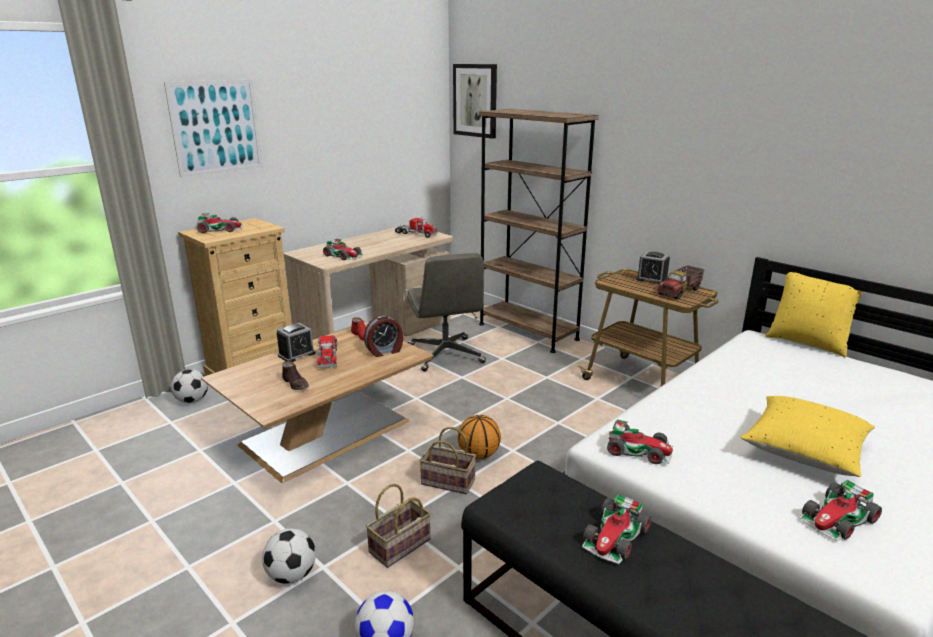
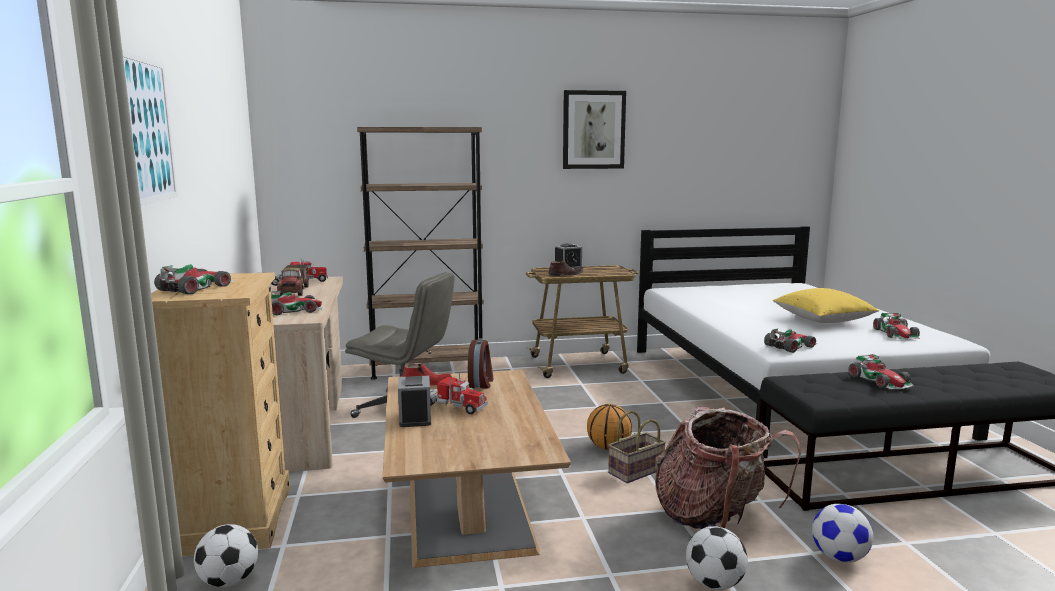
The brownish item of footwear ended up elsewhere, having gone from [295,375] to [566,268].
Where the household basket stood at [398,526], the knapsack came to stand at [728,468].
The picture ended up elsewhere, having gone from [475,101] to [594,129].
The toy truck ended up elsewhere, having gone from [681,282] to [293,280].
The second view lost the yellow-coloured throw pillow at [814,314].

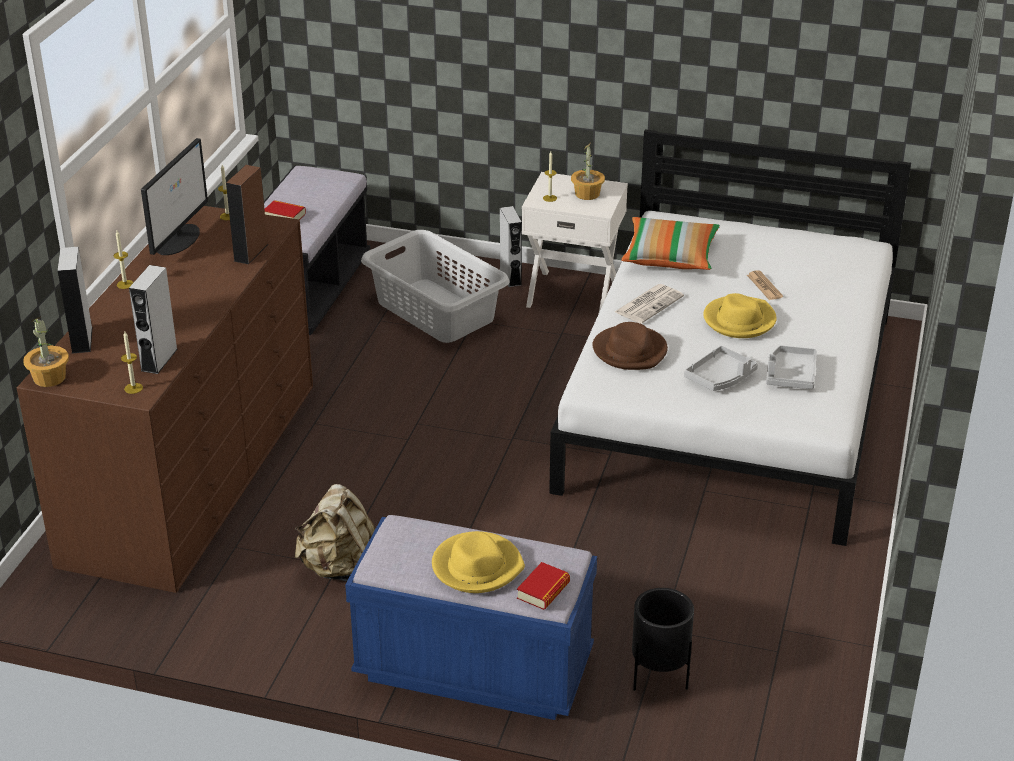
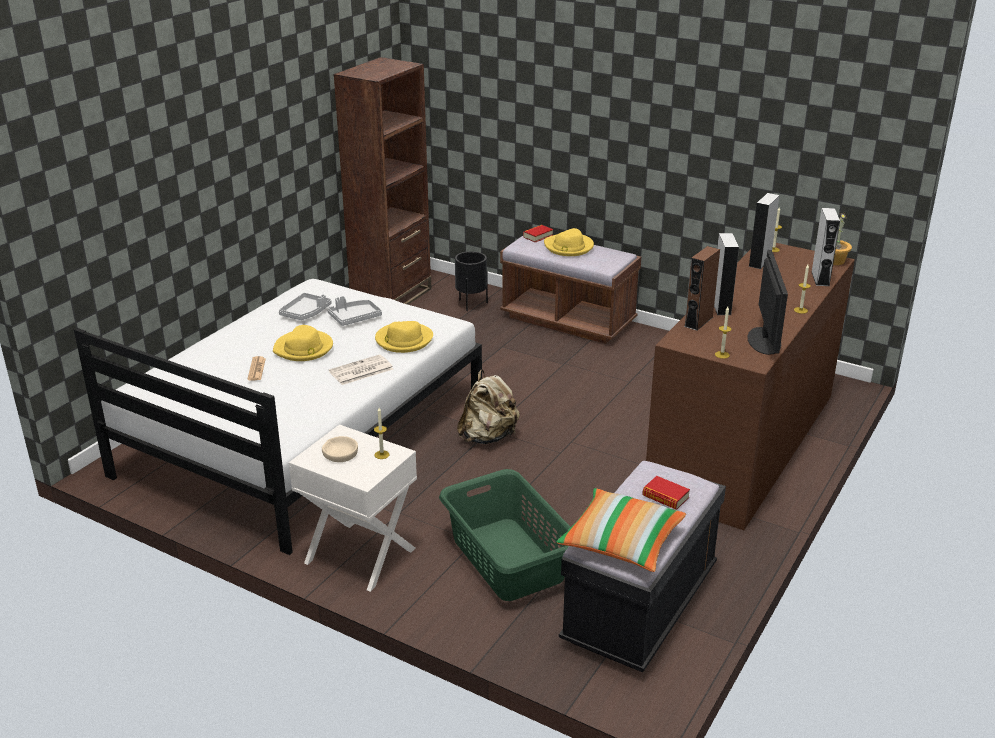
The computer display at [174,196] ended up facing another way, 150 degrees clockwise from before.
The sand-coloured knapsack ended up elsewhere, having gone from [335,532] to [488,407].
What was the bluish indoor bench at [471,617] turned into the brownish indoor bench at [570,290].
What was the greyish washing basket at [435,286] turned into the greenish washing basket at [505,535].
The greyish loudspeaker ended up elsewhere, having gone from [511,246] to [726,274].
Where the houseplant stood at [588,172], the sand-coloured bowl came to stand at [340,449].
What was the brownish wearable hat at [630,346] turned into the yellow-coloured wearable hat at [404,337].
The throw pillow ended up elsewhere, having gone from [670,243] to [621,530].
The second view gained the brownish bookcase at [382,181].

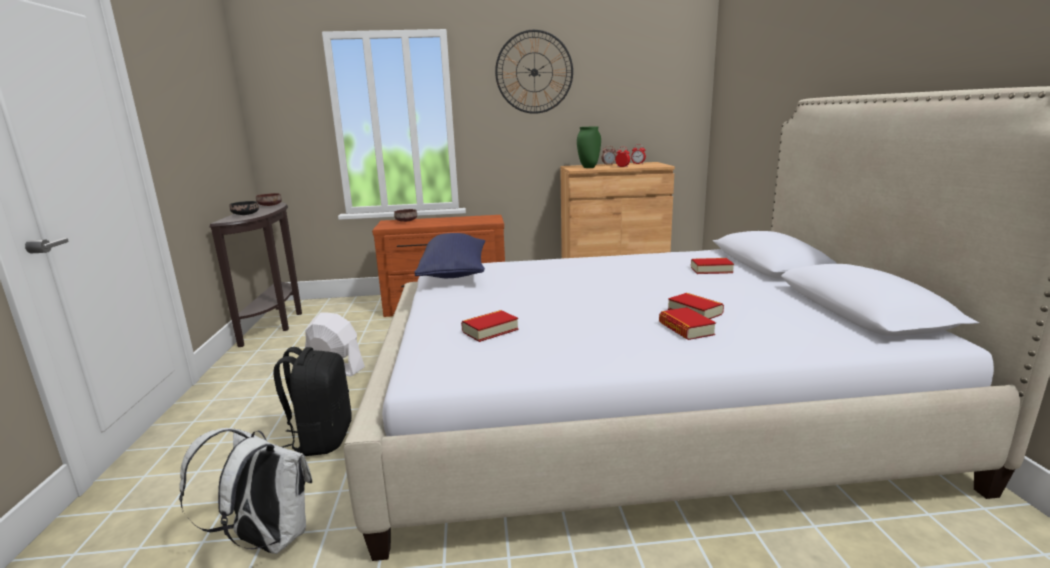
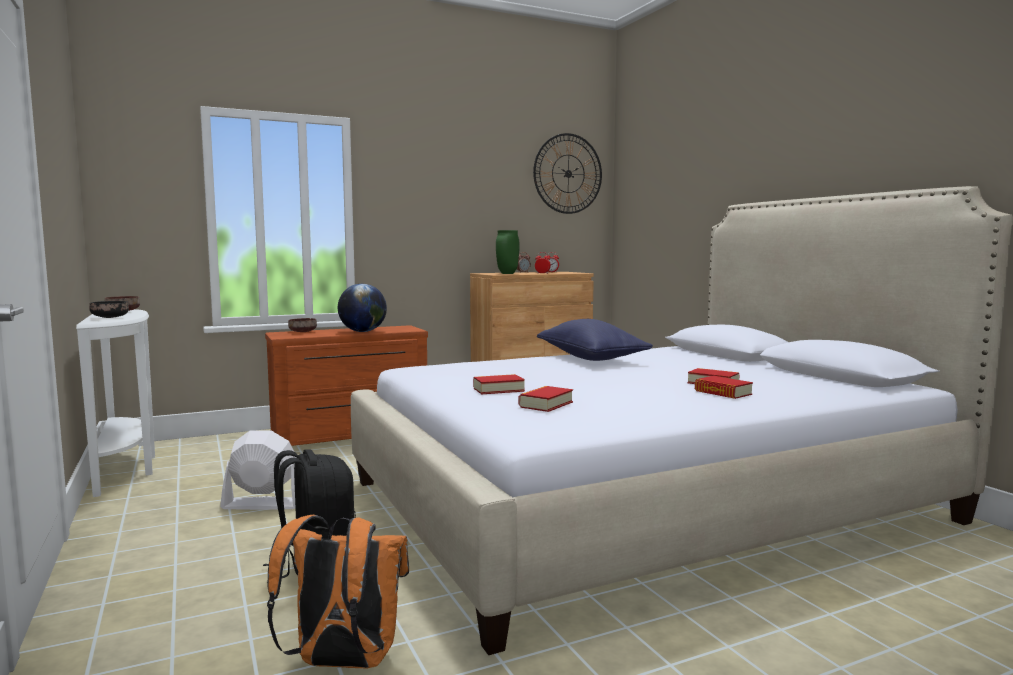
What was the whitish knapsack at [245,491] turned into the orange knapsack at [338,591].
What was the brownish narrow table at [255,274] turned into the whitish narrow table at [115,403].
The bluish throw pillow ended up elsewhere, having gone from [450,255] to [595,340].
The clock on the wall ended up elsewhere, having gone from [534,72] to [567,173].
The book ended up elsewhere, having gone from [712,266] to [499,384].
The second view gained the desk globe at [362,308].

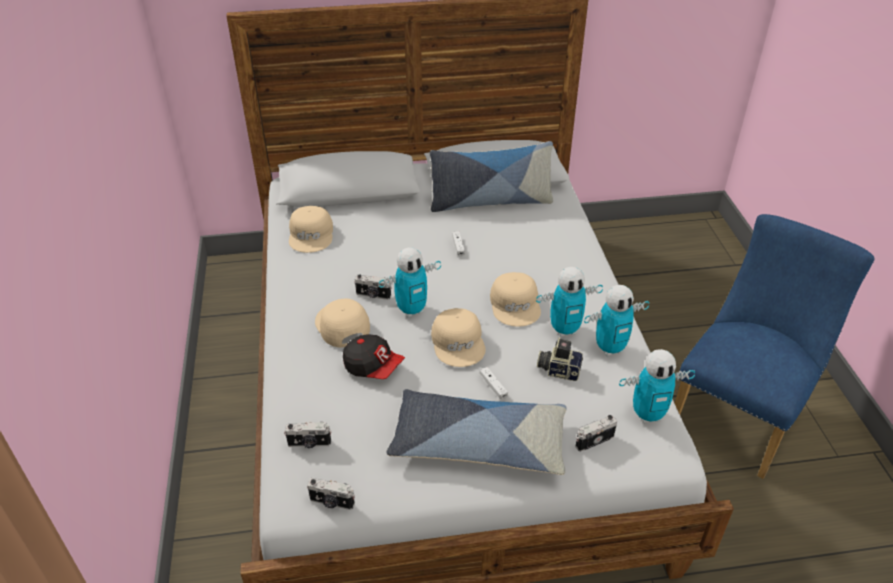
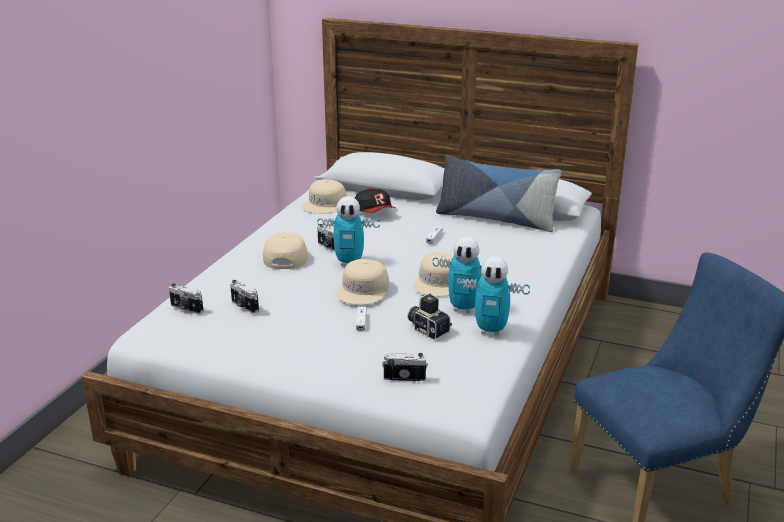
The still camera ended up elsewhere, having gone from [331,494] to [244,296].
The baseball cap ended up elsewhere, having gone from [374,356] to [375,200].
The second view lost the throw pillow at [476,432].
The second view lost the robot figure at [657,386].

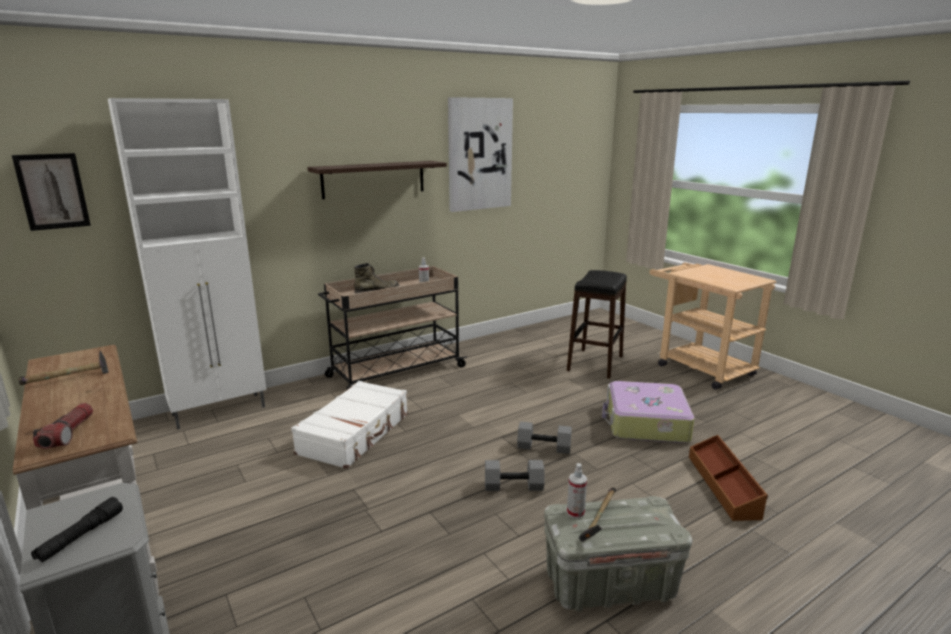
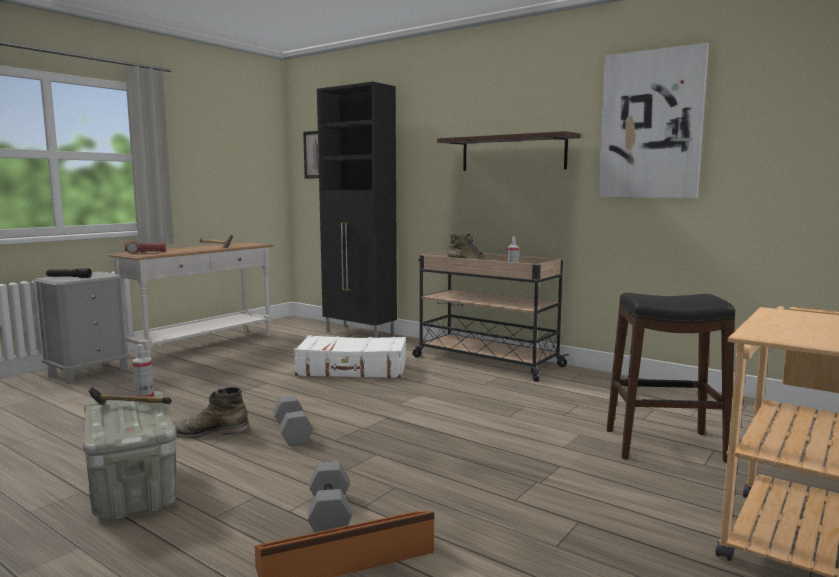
What was the whitish cupboard at [187,264] turned into the black cupboard at [357,210].
The greyish hand weight ended up elsewhere, having gone from [544,438] to [329,497].
The second view lost the piece of luggage at [648,412].
The second view gained the greenish high-top boot at [211,412].

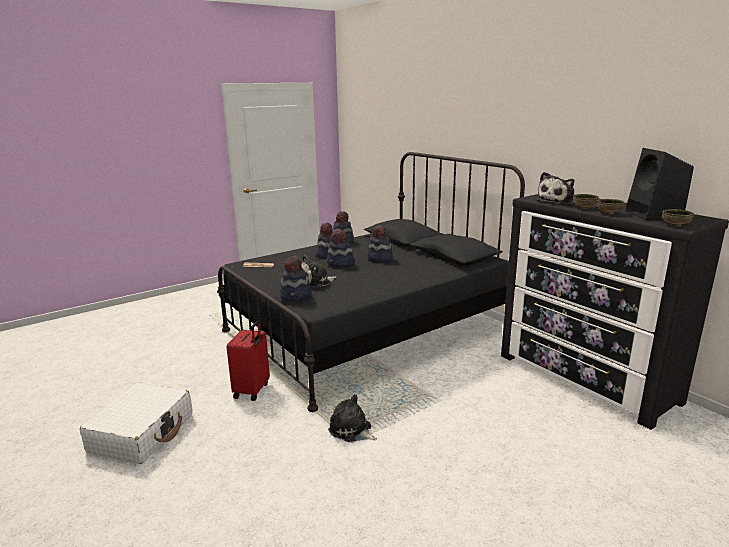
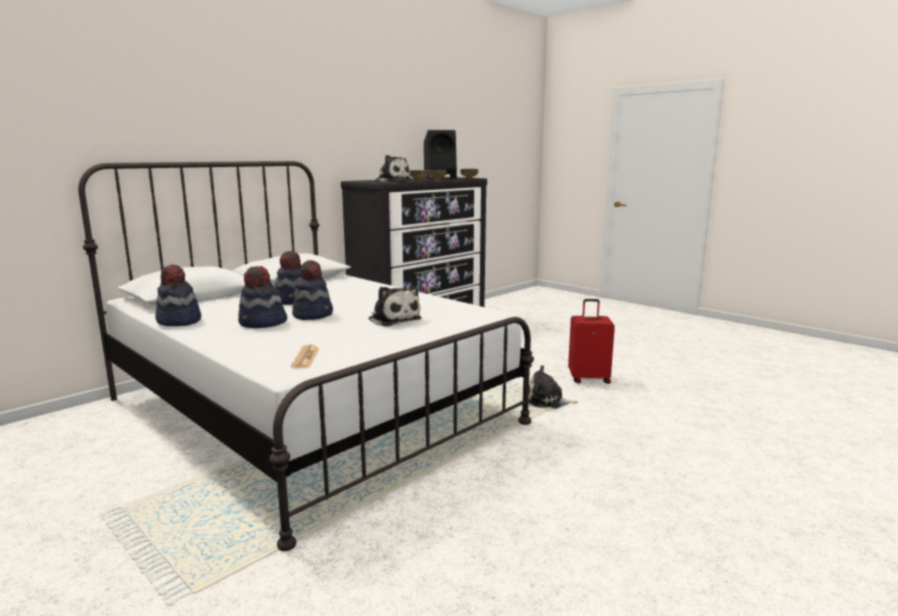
The second view lost the whitish piece of luggage at [136,423].
What was the black bedroom bed at [371,282] turned into the whitish bedroom bed at [306,356].
The red piece of luggage ended up elsewhere, having gone from [248,361] to [591,341].
The second view lost the wearable hat at [296,278].
The soft toy at [352,418] ended up facing another way, 75 degrees clockwise from before.

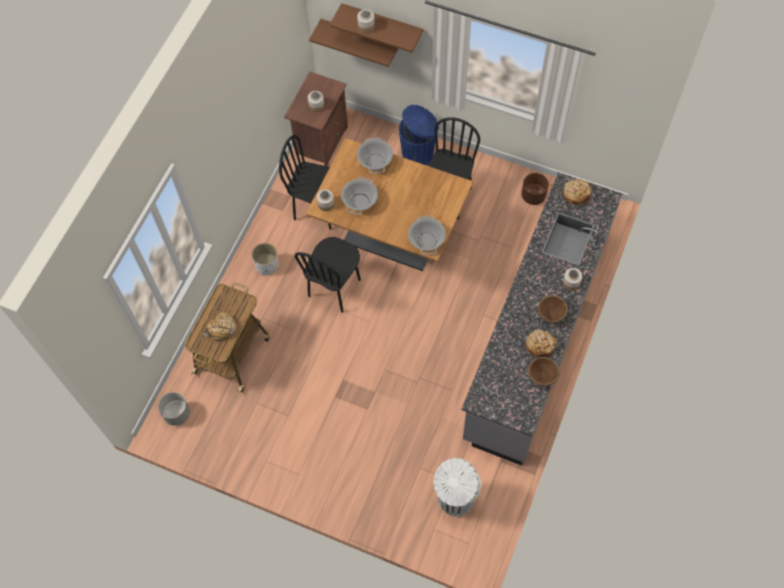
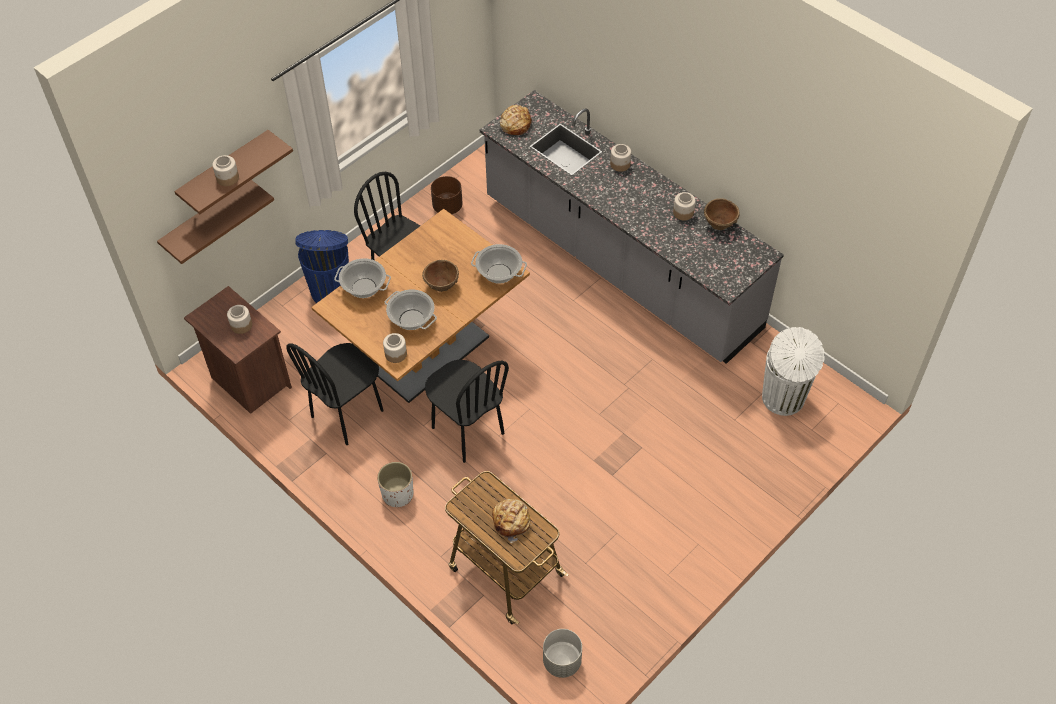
Where the bread stood at [541,343], the storage jar came to stand at [684,206].
The brownish bowl ended up elsewhere, having gone from [552,309] to [440,276].

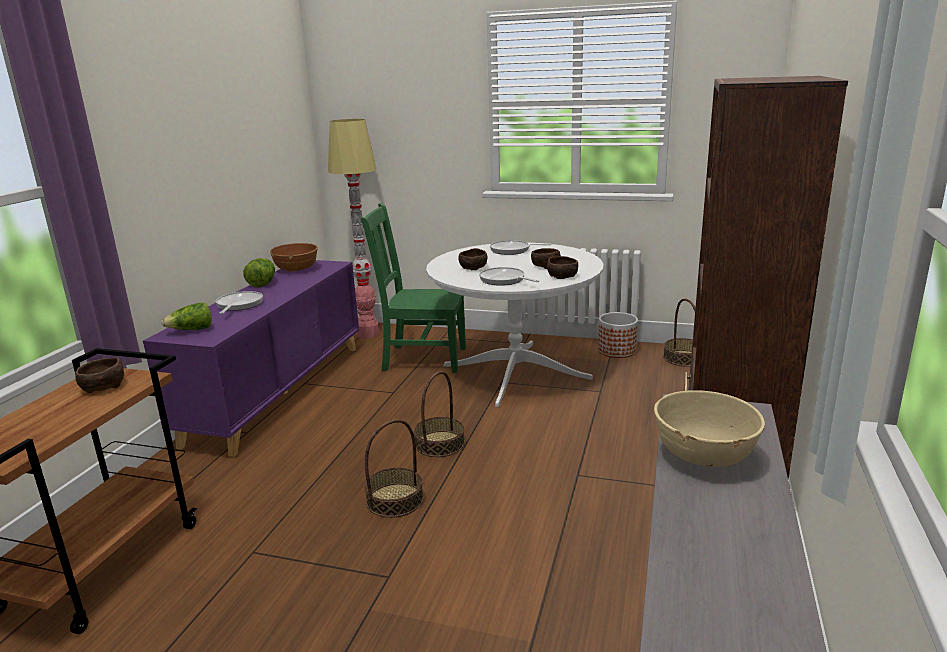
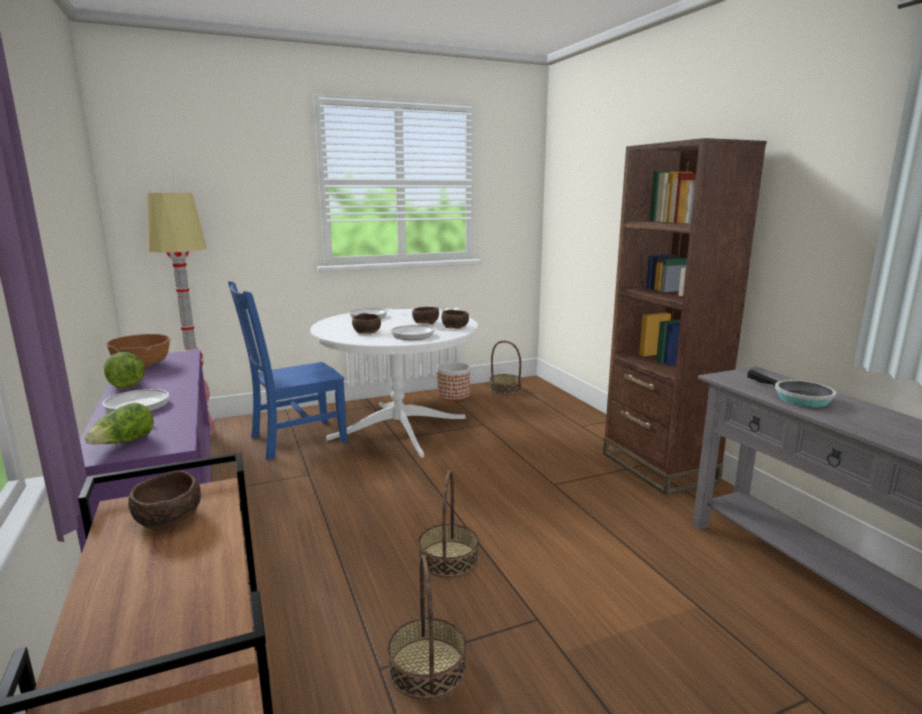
What was the greenish plain chair at [413,288] turned into the bluish plain chair at [288,370].
The household basket ended up elsewhere, having gone from [439,414] to [426,626].
Where the sand-coloured bowl stood at [709,428], the frying pan came to stand at [791,388].

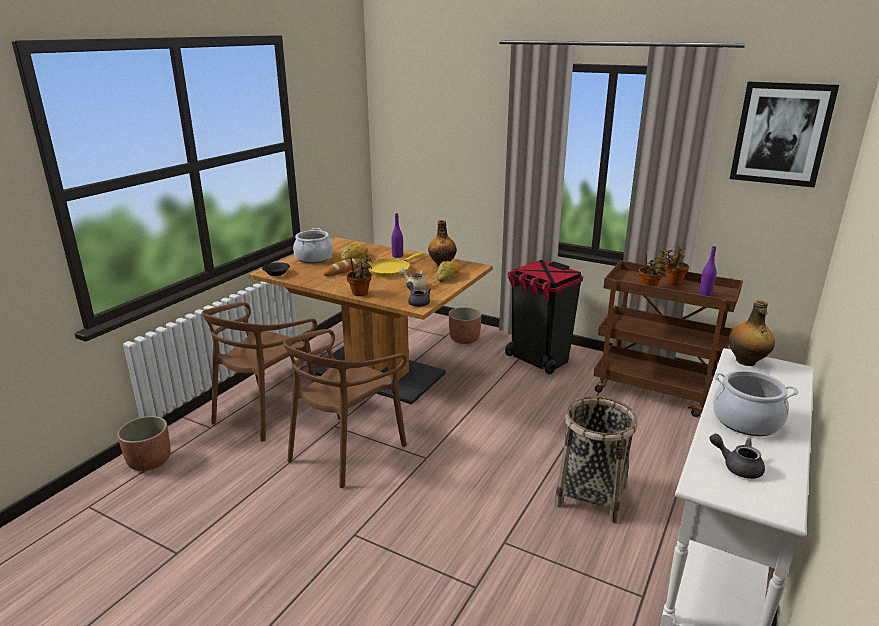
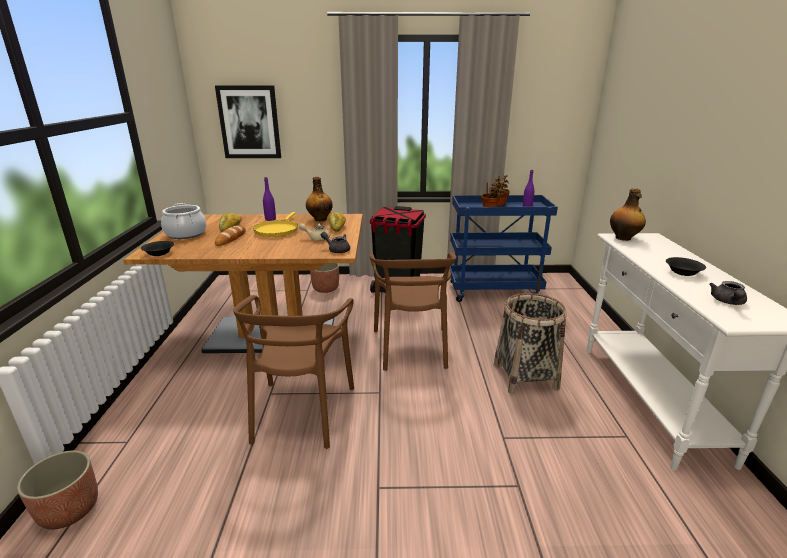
The brownish plain chair ended up elsewhere, having gone from [259,372] to [413,311].
The second view lost the houseplant at [360,274].
What was the brownish cart at [668,339] turned into the bluish cart at [504,248].
The greyish pot for tea at [737,456] ended up facing another way, 75 degrees counterclockwise from before.
Where the stockpot stood at [755,403], the black bowl came to stand at [686,266].
The picture ended up elsewhere, having gone from [784,134] to [248,121].

